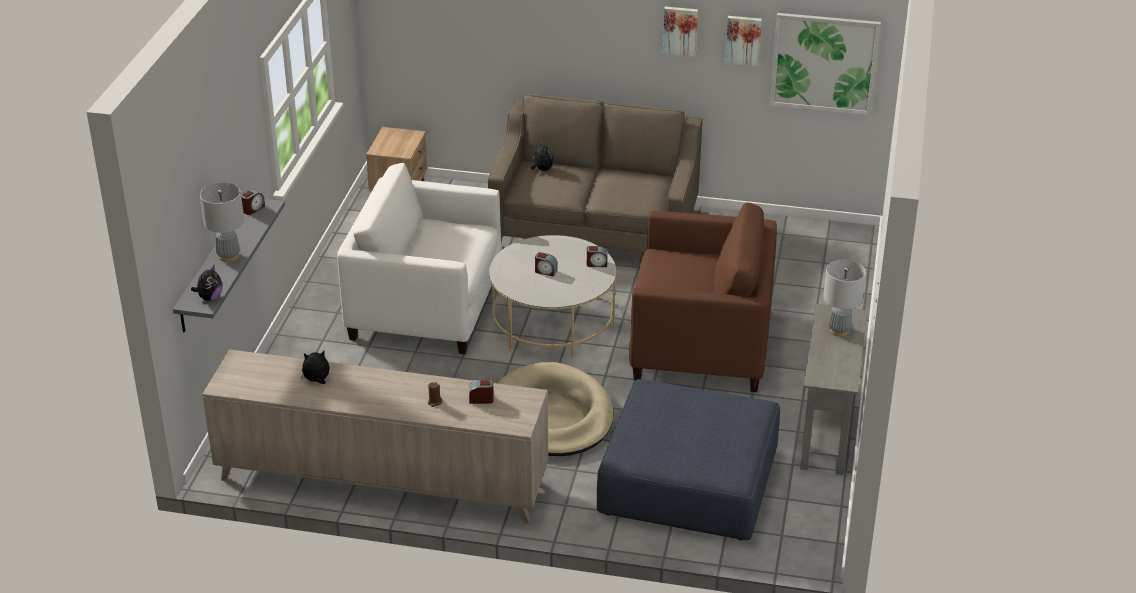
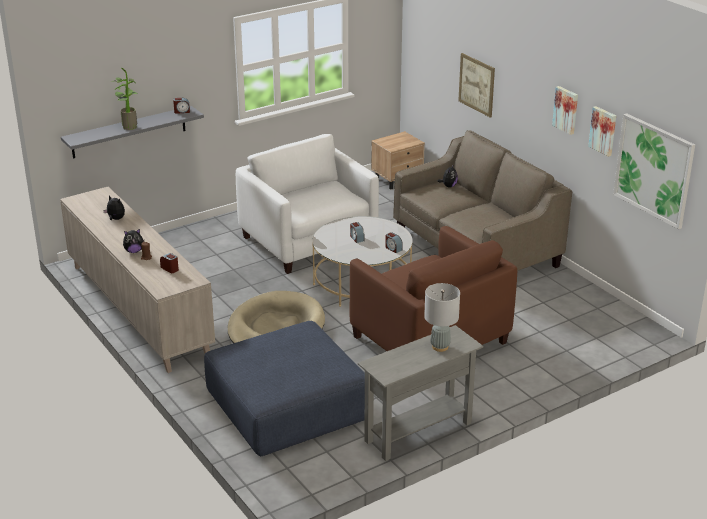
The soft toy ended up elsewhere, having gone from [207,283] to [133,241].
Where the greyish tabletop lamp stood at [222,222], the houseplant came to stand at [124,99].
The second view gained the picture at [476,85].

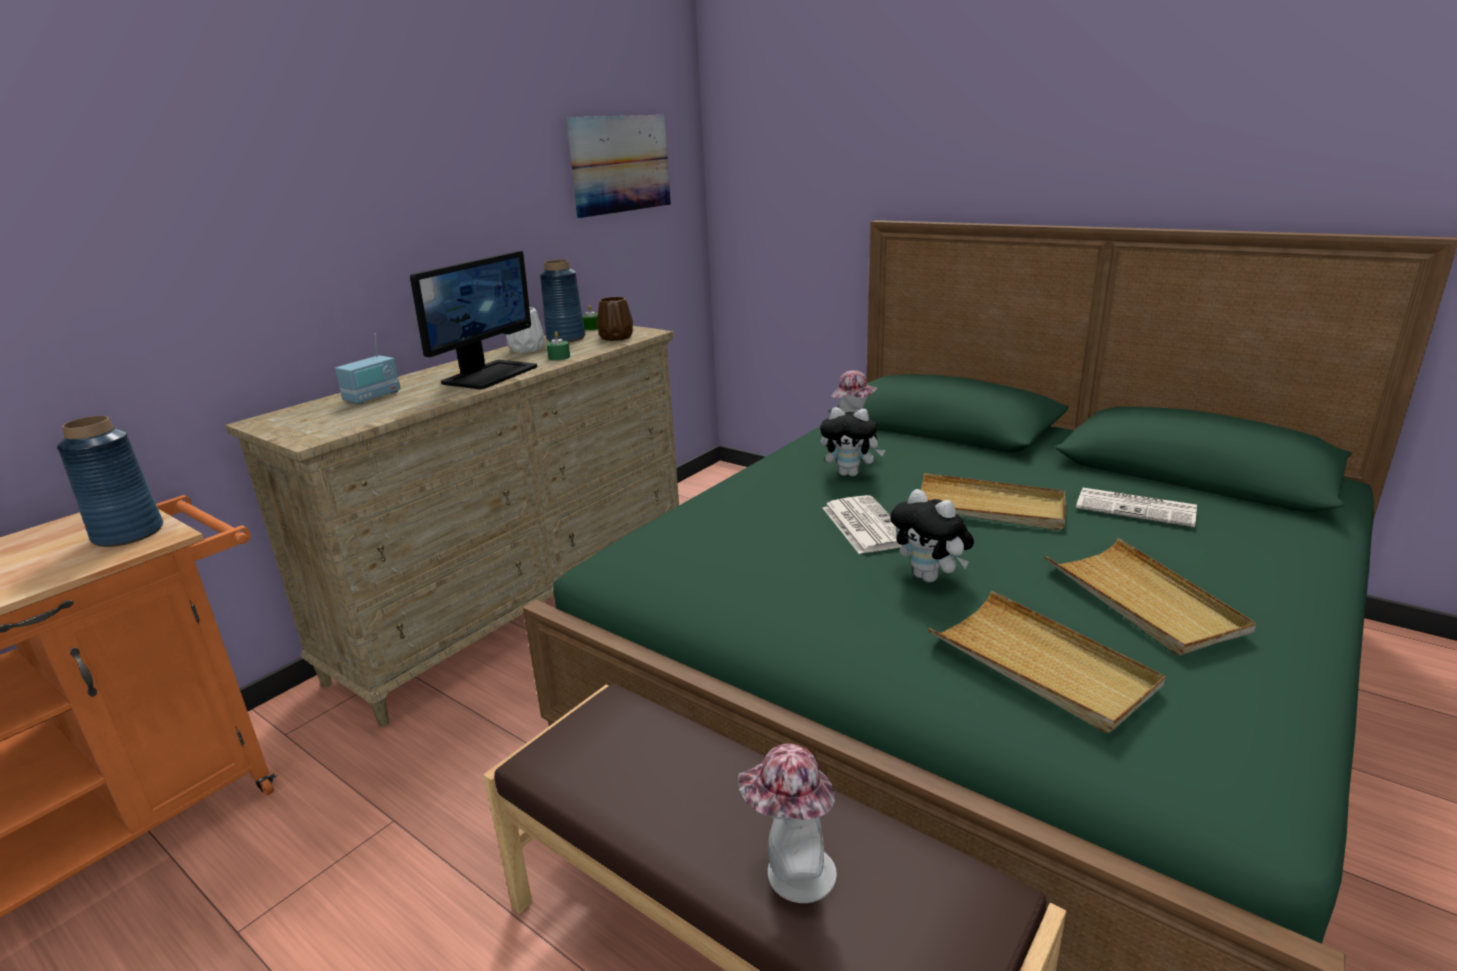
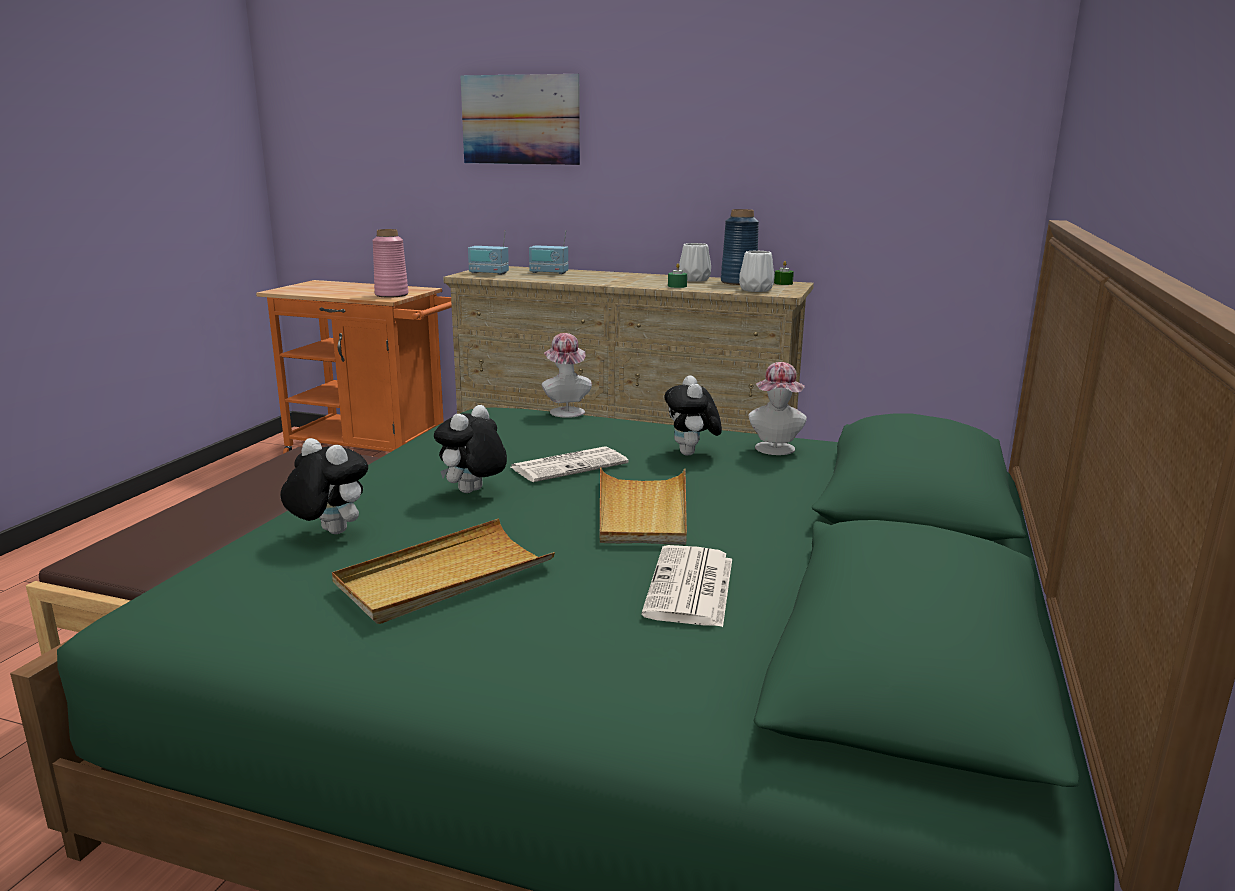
What was the bluish vase at [110,481] turned into the pinkish vase at [390,263].
The second view lost the computer display at [473,320].
The picture ended up elsewhere, having gone from [618,166] to [520,119].
What was the brownish vase at [615,319] turned into the whitish vase at [757,271].
The wearable hat ended up elsewhere, having gone from [787,823] to [567,375].
Where the sand-coloured tray stood at [1047,661], the soft toy came to stand at [324,486].
The second view gained the radio set at [488,252].

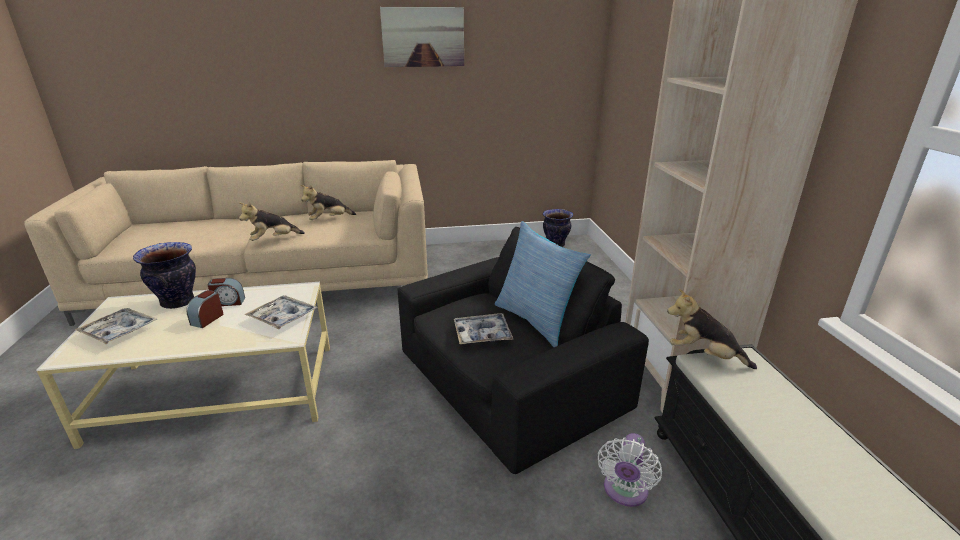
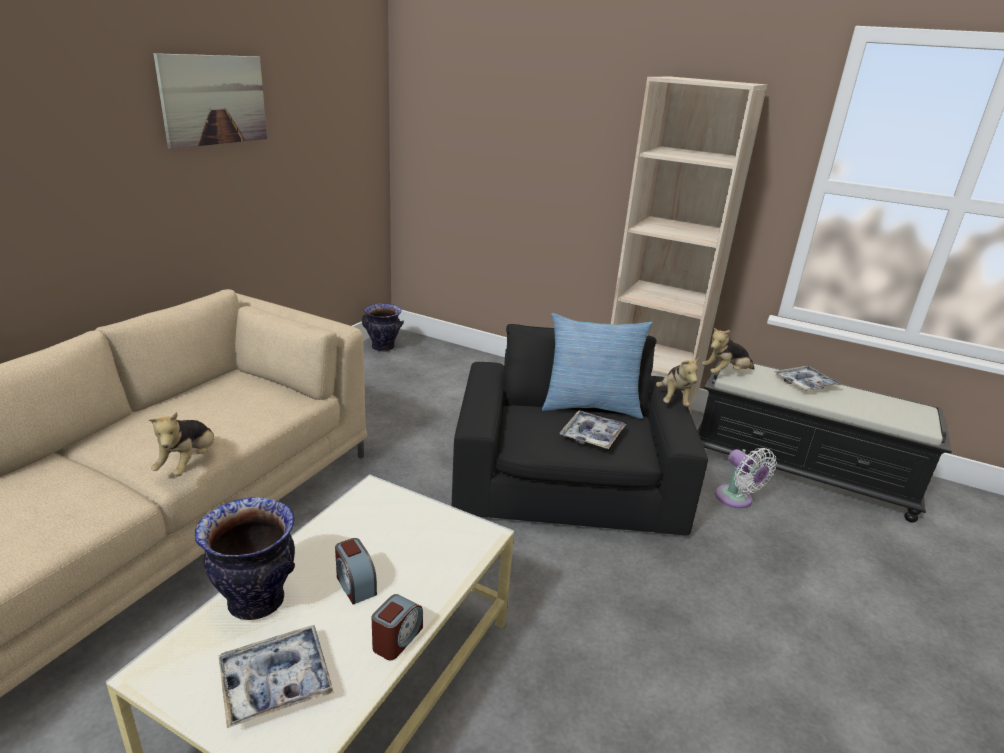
The alarm clock ended up elsewhere, having gone from [226,292] to [397,627].
The tray ended up elsewhere, having gone from [281,312] to [808,378].
The soft toy ended up elsewhere, having gone from [328,202] to [678,382].

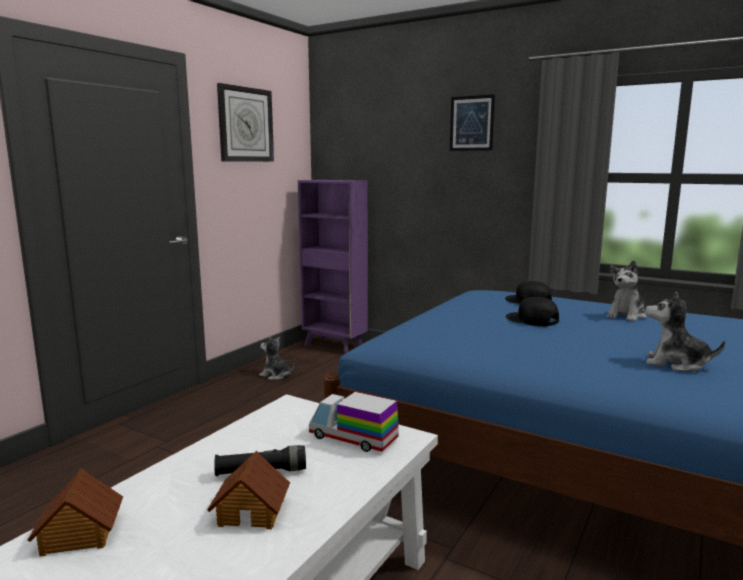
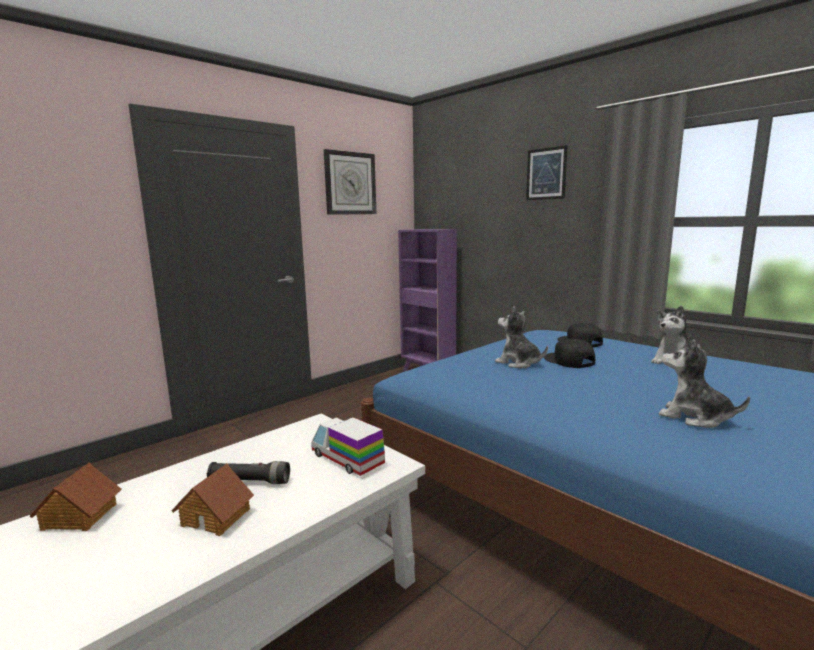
The soft toy ended up elsewhere, having gone from [276,357] to [521,337].

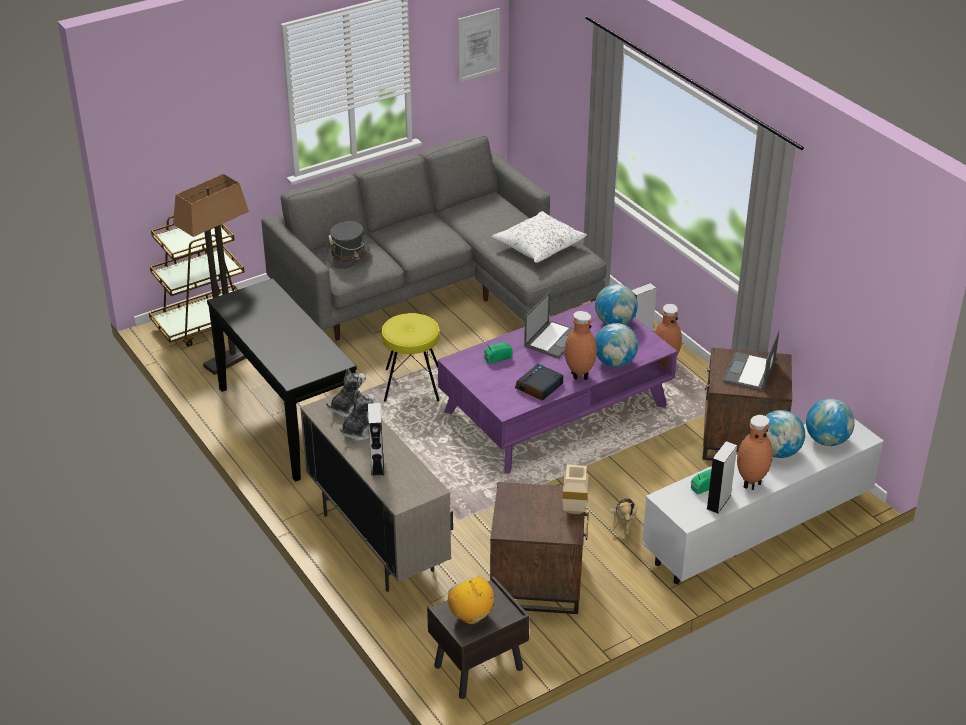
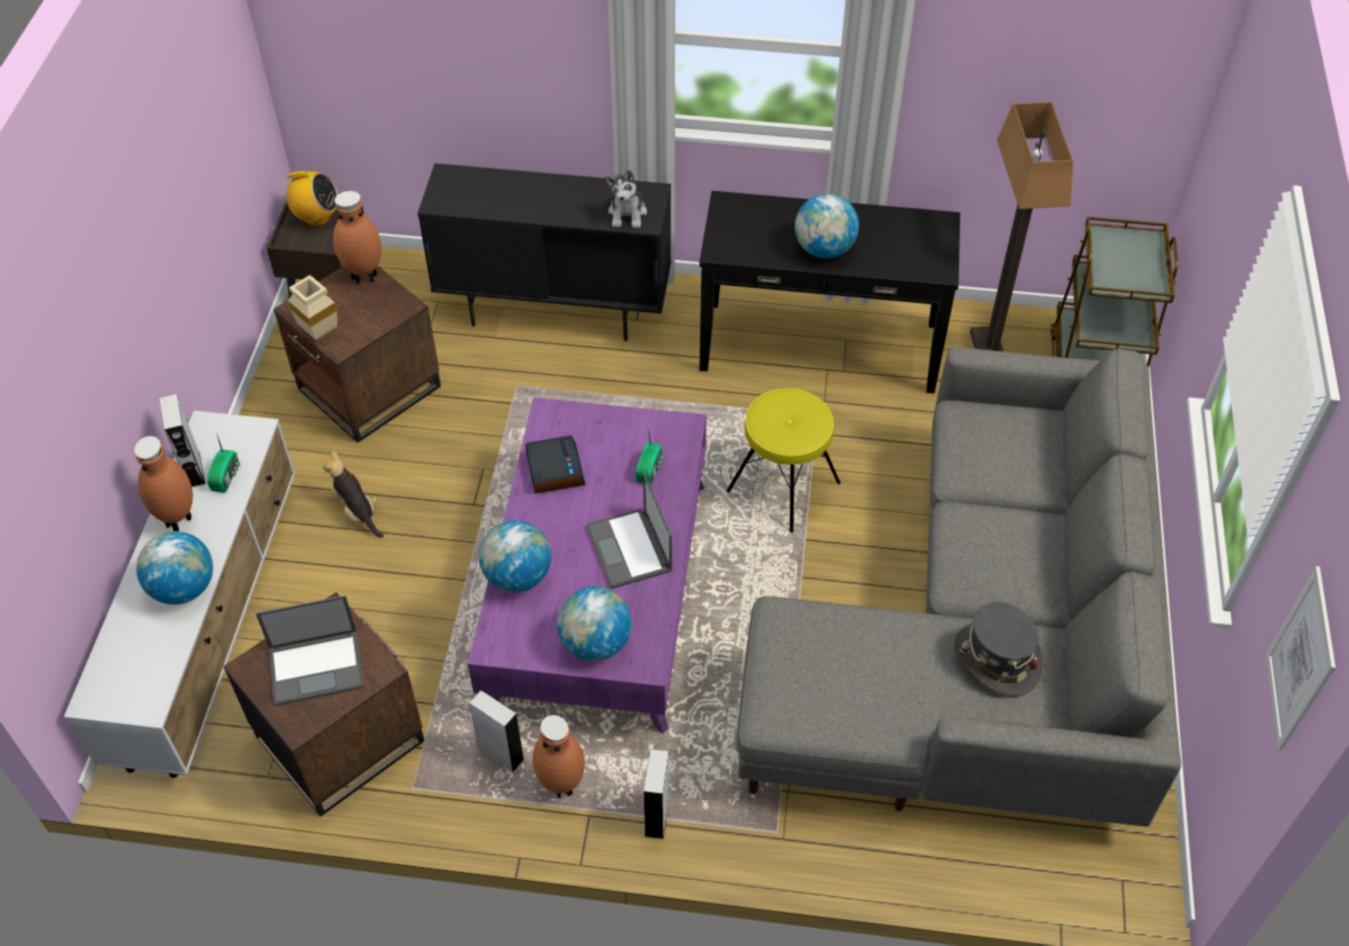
What was the sand-coloured cupboard at [376,492] turned into the black cupboard at [544,252].
The greyish wearable hat ended up elsewhere, having gone from [347,245] to [998,649].
The second view lost the soft toy at [357,415].
The greyish loudspeaker ended up elsewhere, having gone from [376,439] to [496,731].
The second view lost the whitish throw pillow at [539,237].
The brownish vase ended up elsewhere, having gone from [581,345] to [357,237].
The portable computer at [751,360] ended up facing another way, 105 degrees clockwise from before.
The desk globe ended up elsewhere, having gone from [830,422] to [827,225].

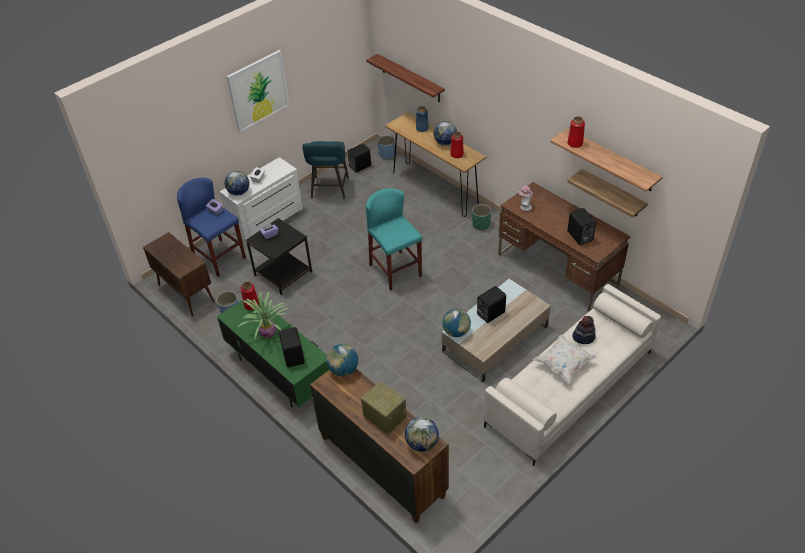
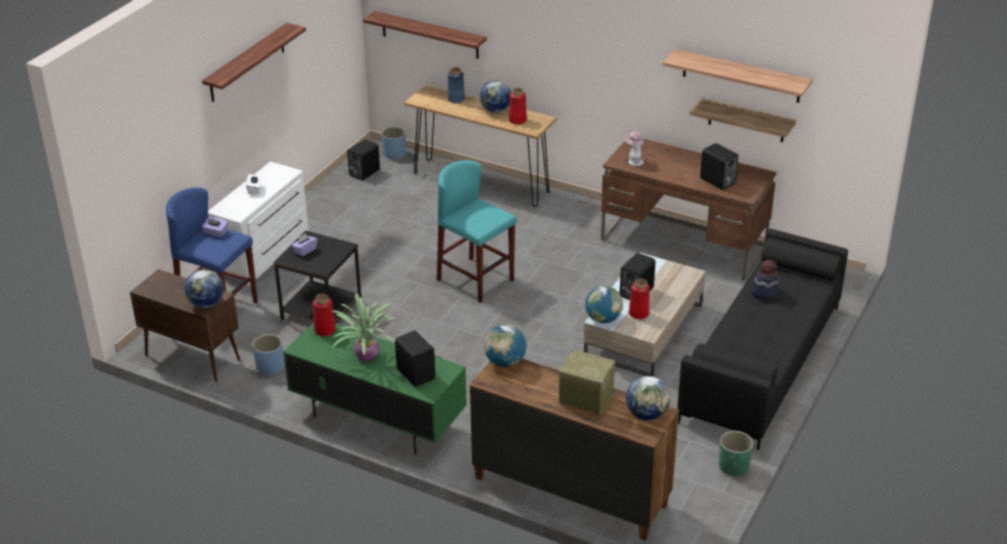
The desk globe ended up elsewhere, having gone from [237,183] to [204,288].
Where the picture hung at [258,91], the shelf came to hang at [254,62].
The second view lost the turquoise stool seat at [326,170].
The greenish planter ended up elsewhere, having gone from [481,217] to [736,454].
What was the whitish couch at [572,375] turned into the black couch at [762,339].
The second view lost the whitish throw pillow at [564,359].
The red vase ended up elsewhere, having gone from [576,132] to [639,298].

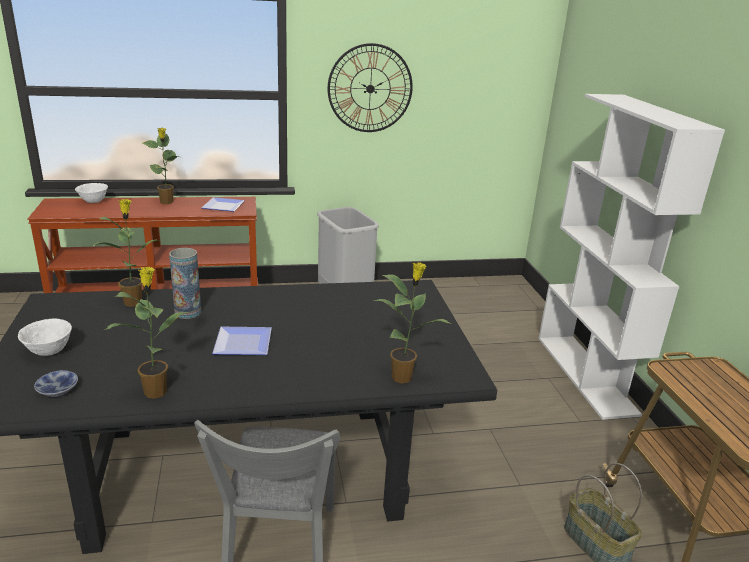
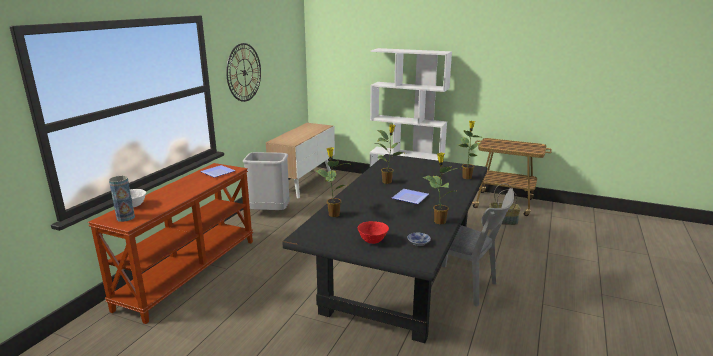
What was the whitish bowl at [45,337] turned into the red bowl at [373,232].
The houseplant ended up elsewhere, having gone from [161,166] to [391,154].
The vase ended up elsewhere, having gone from [185,283] to [122,199].
The second view gained the cupboard at [300,161].

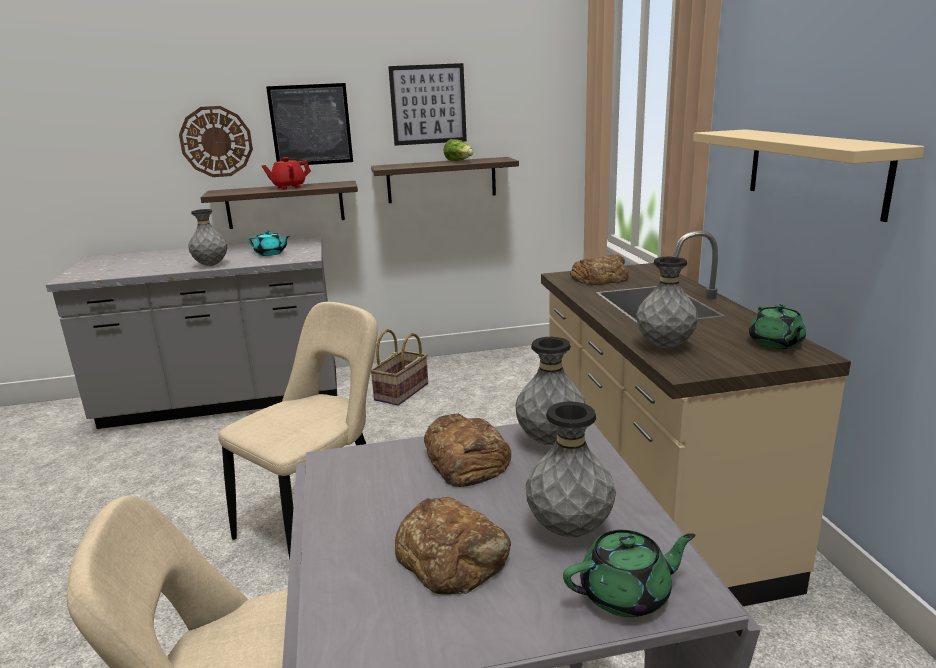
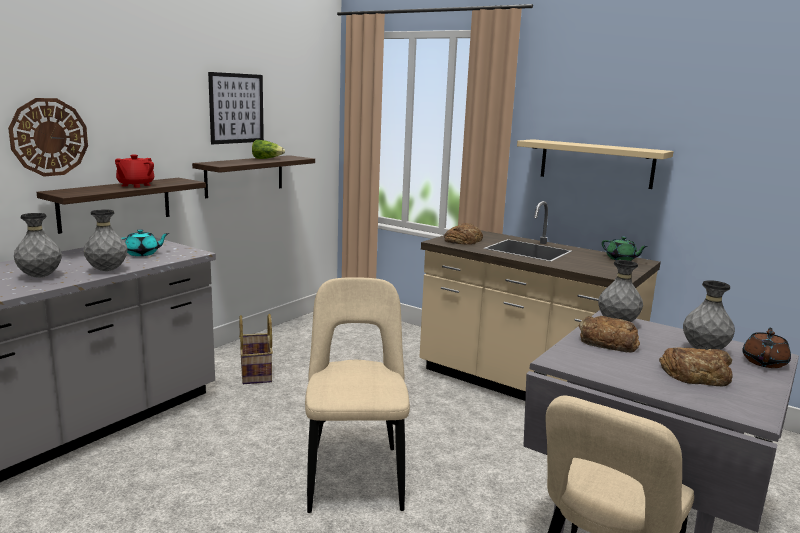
The second view lost the picture at [309,124].
What was the greenish pot for tea at [629,573] turned into the brownish pot for tea at [766,348].
The greyish vase ended up elsewhere, having gone from [667,302] to [38,245].

